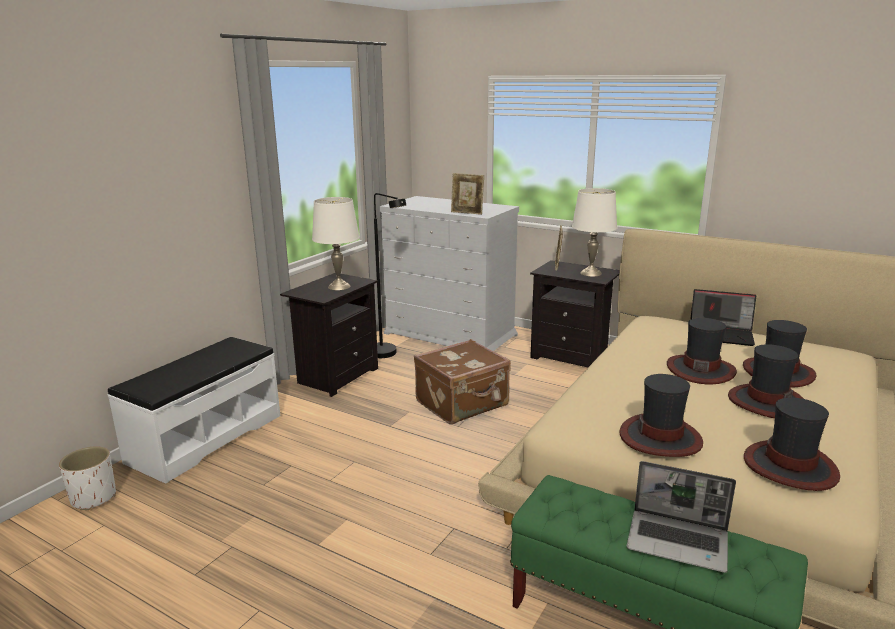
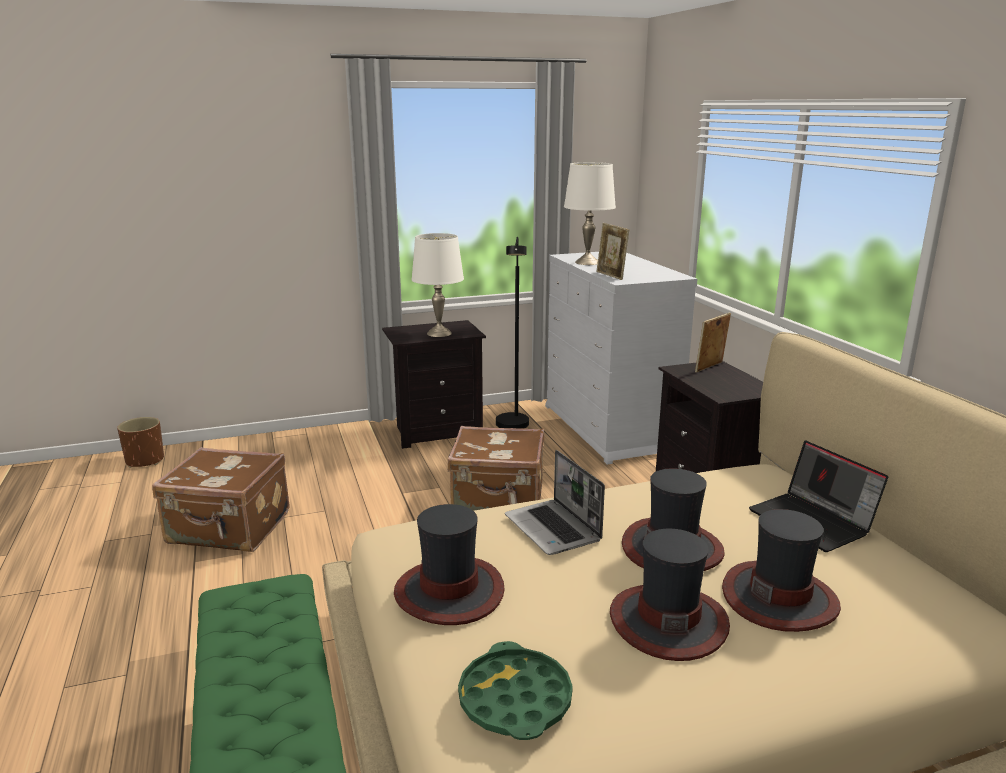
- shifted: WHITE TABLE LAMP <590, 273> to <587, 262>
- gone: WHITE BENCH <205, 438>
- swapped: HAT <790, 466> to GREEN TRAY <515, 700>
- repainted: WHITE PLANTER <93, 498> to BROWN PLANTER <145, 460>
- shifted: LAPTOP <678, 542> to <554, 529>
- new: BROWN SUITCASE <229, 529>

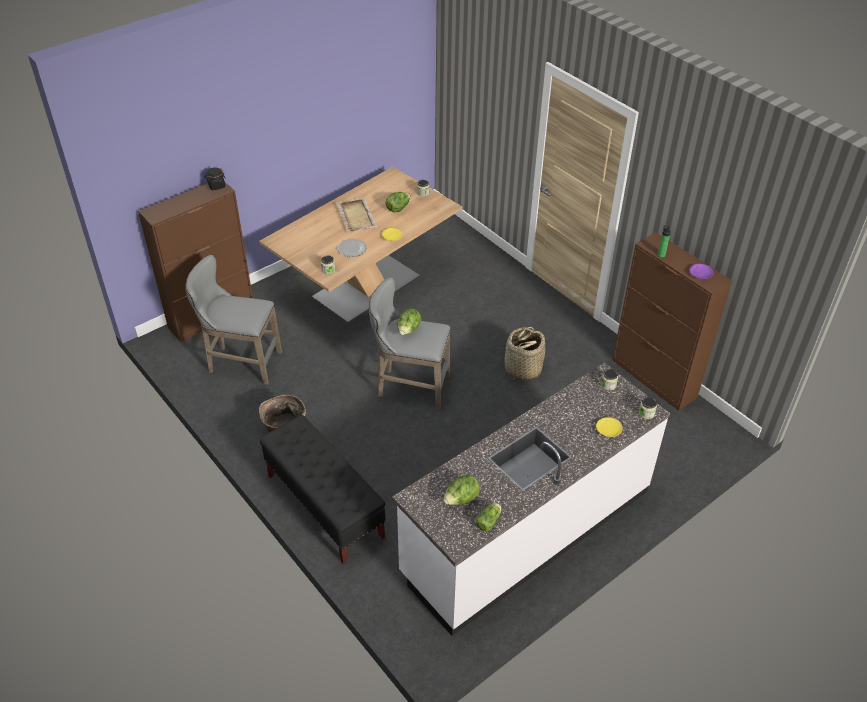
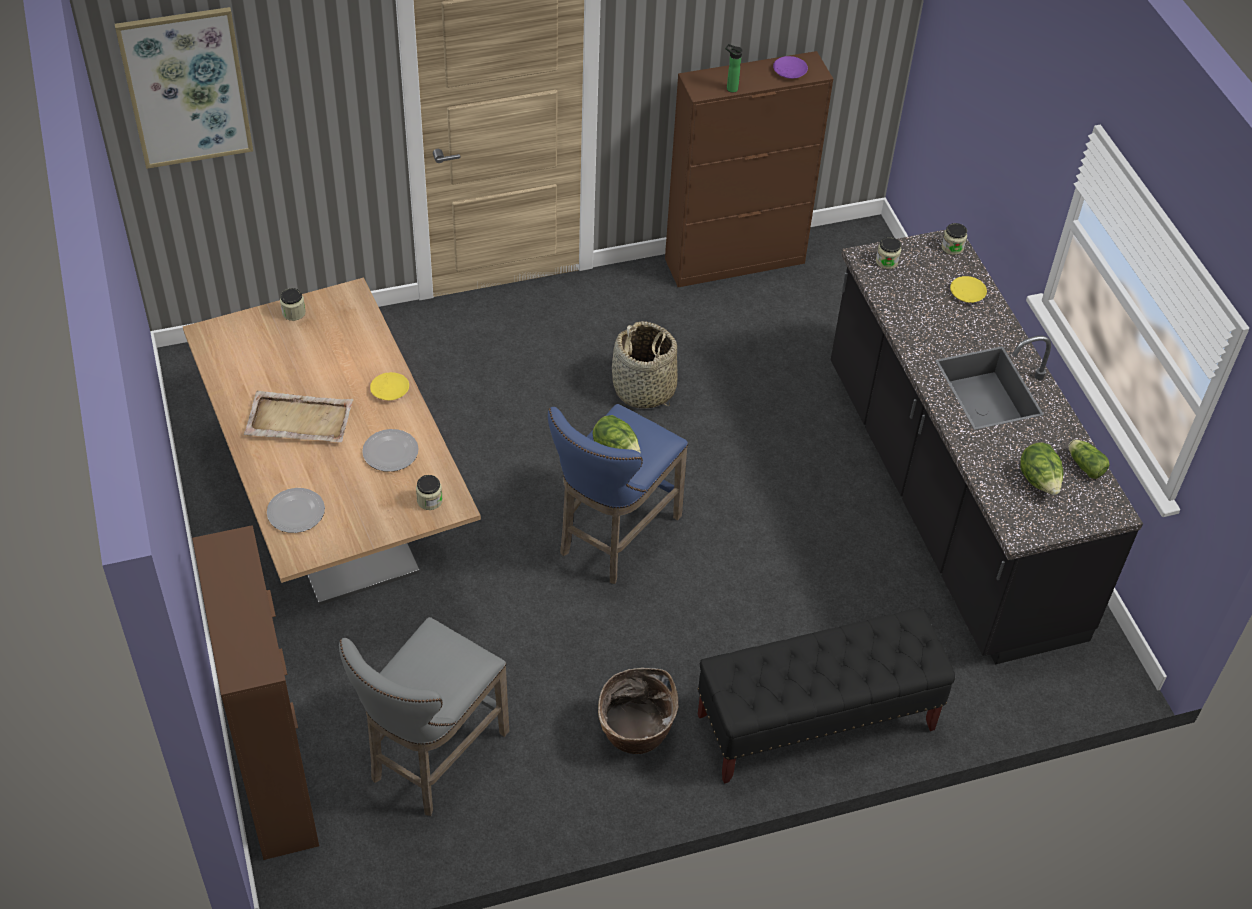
- gone: BLACK JAR <216, 186>
- gone: LETTUCE <398, 208>
- repainted: GREY STOOL <409, 386> to BLUE STOOL <613, 537>
- repainted: WHITE COUNTER <526, 531> to BLACK COUNTER <948, 500>
- new: PICTURE <186, 87>
- new: PLATE <295, 512>

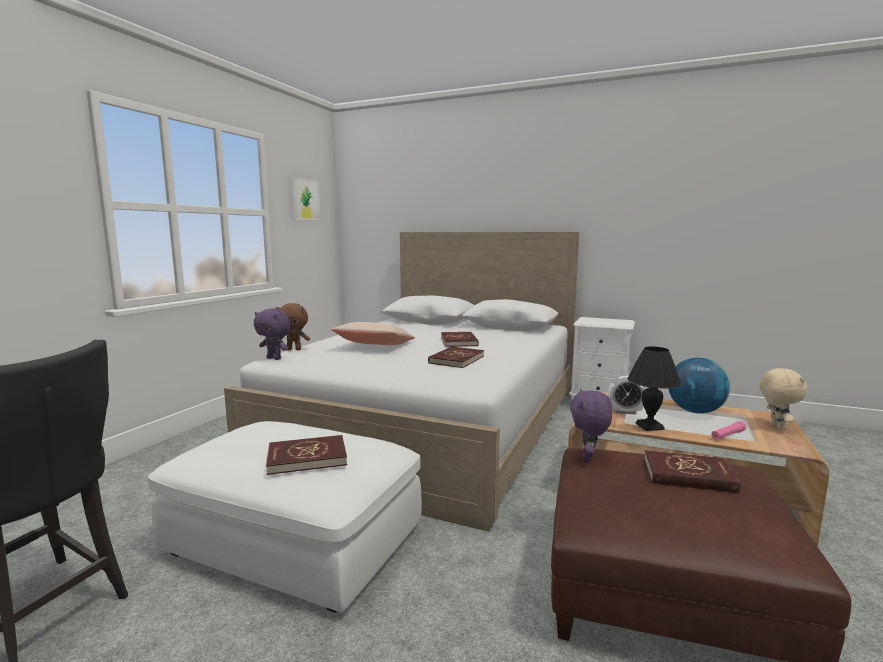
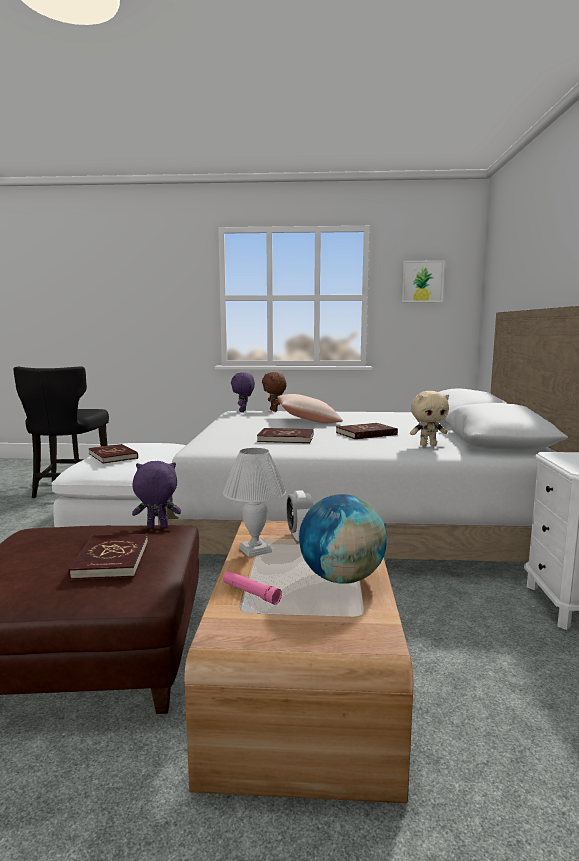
- repainted: BLACK TABLE LAMP <649, 426> to WHITE TABLE LAMP <255, 549>
- shifted: BEIGE PLUSH TOY <776, 426> to <428, 445>

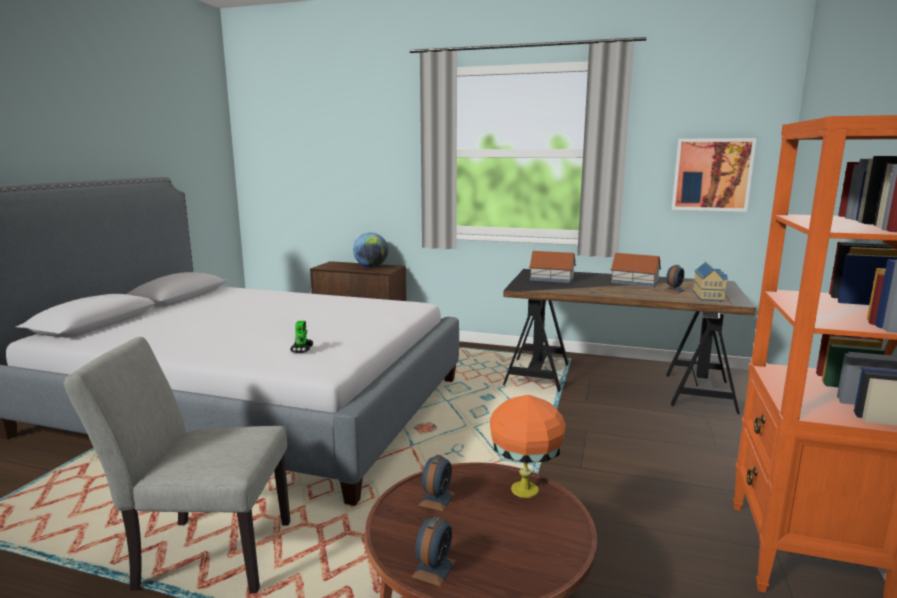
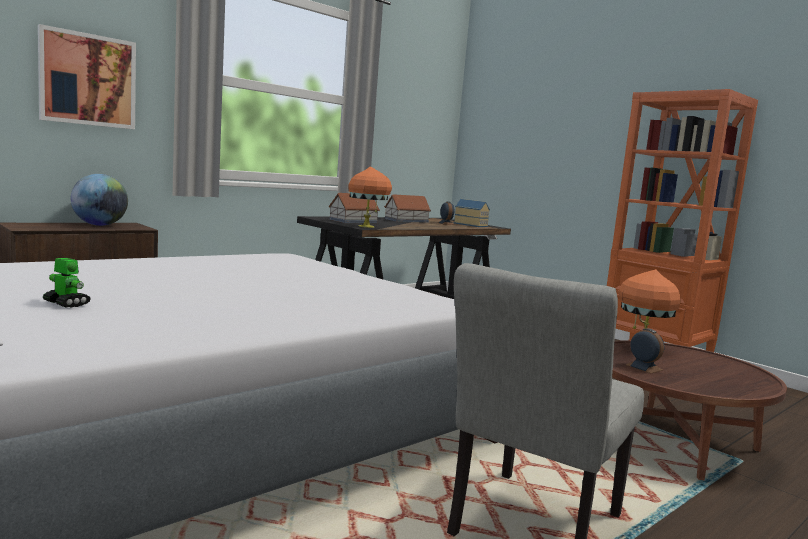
- shifted: PICTURE <712, 174> to <88, 80>
- shifted: TOY ROBOT <302, 349> to <66, 304>
- gone: ALARM CLOCK <434, 568>
- new: ORANGE TABLE LAMP <367, 226>

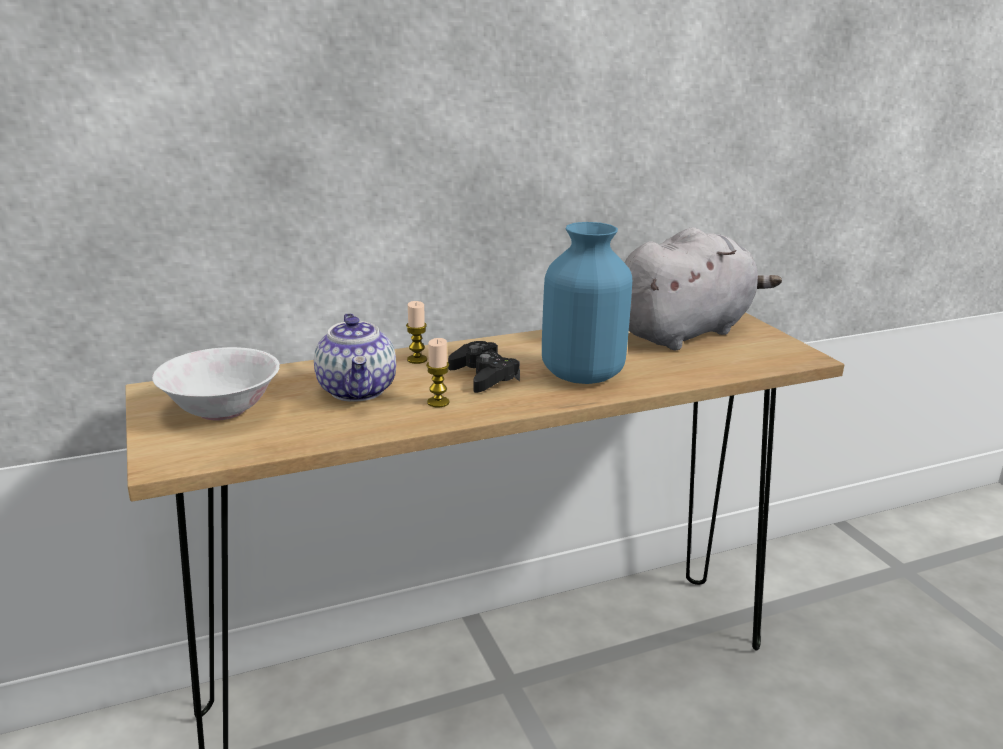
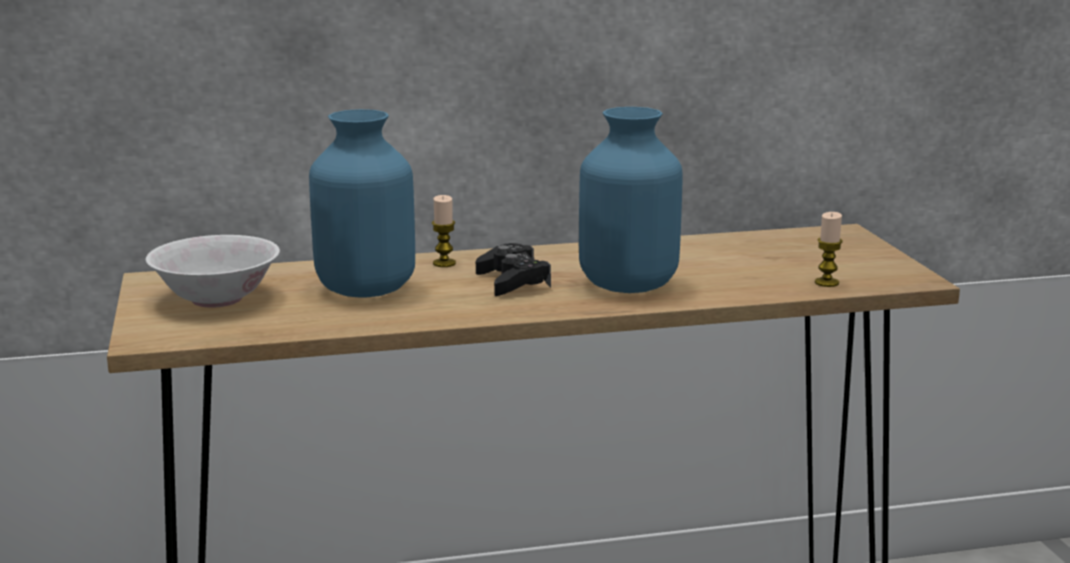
- gone: GREY PLUSH TOY <684, 332>
- swapped: TEAPOT <358, 390> to BLUE VASE <367, 288>
- shifted: CANDLE <438, 402> to <826, 283>

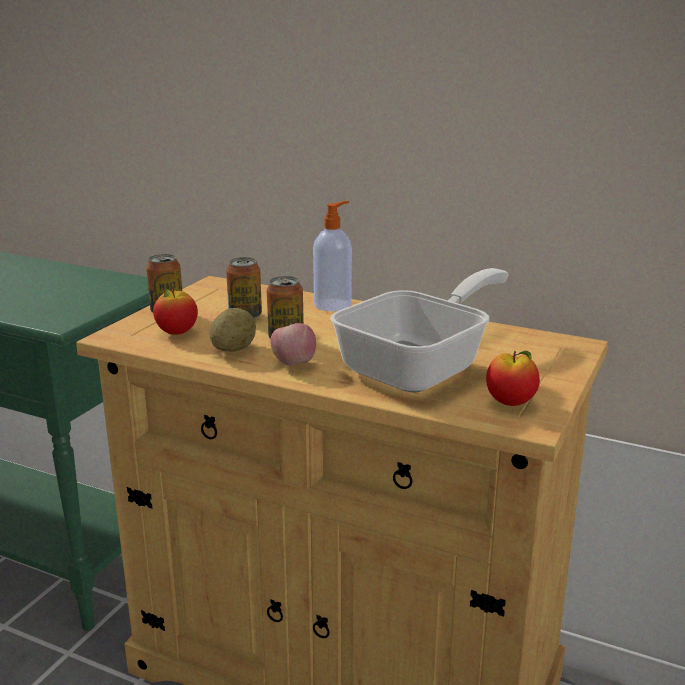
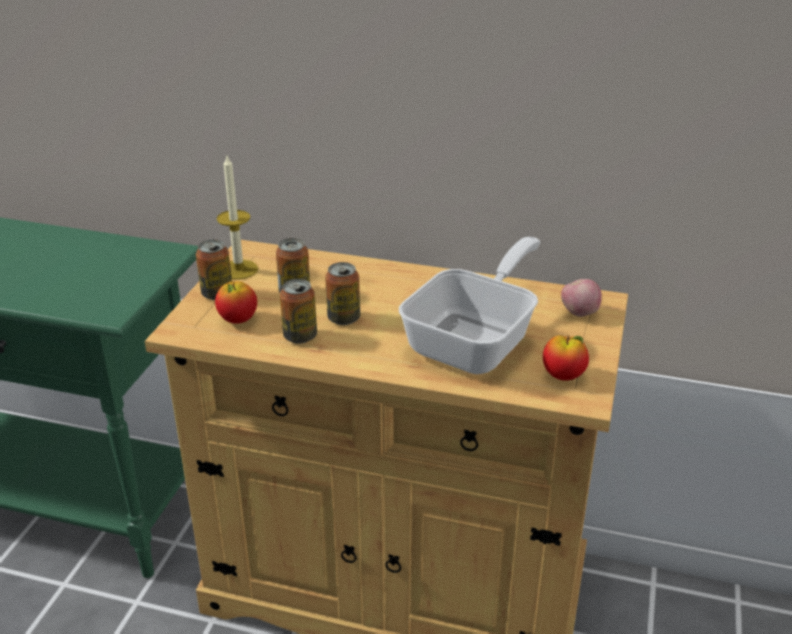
- gone: SOAP DISPENSER <333, 305>
- swapped: POTATO <233, 349> to CAN <300, 336>
- shifted: APPLE <293, 364> to <579, 313>
- new: CANDLE <239, 269>

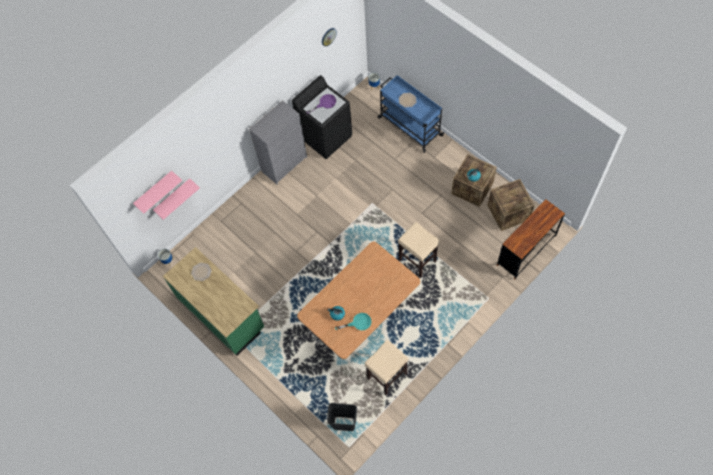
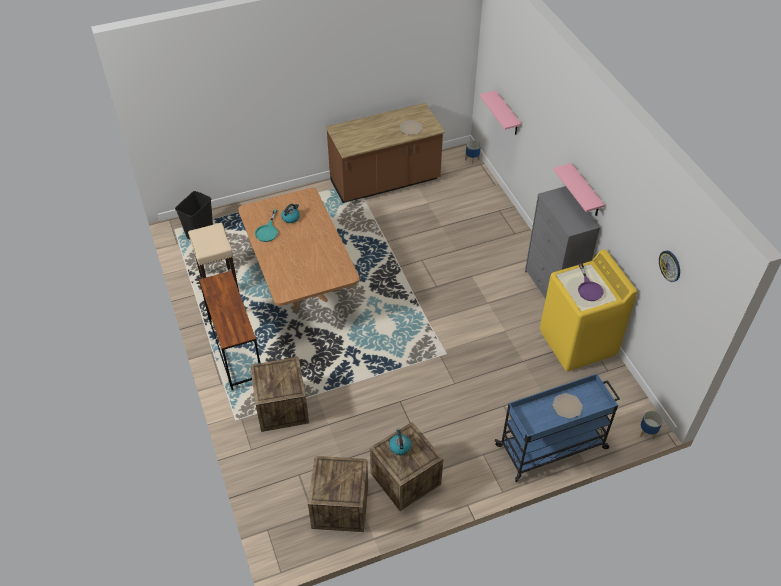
- repainted: BLACK WASHING MACHINE <326, 136> to YELLOW WASHING MACHINE <577, 343>
- shifted: PINK SHELF <154, 190> to <586, 191>
- shifted: BROWN DESK <526, 250> to <236, 351>
- gone: BEIGE STOOL <417, 261>
- repainted: GREEN COUNTER <222, 313> to BROWN COUNTER <385, 182>
- new: CRATE <282, 407>

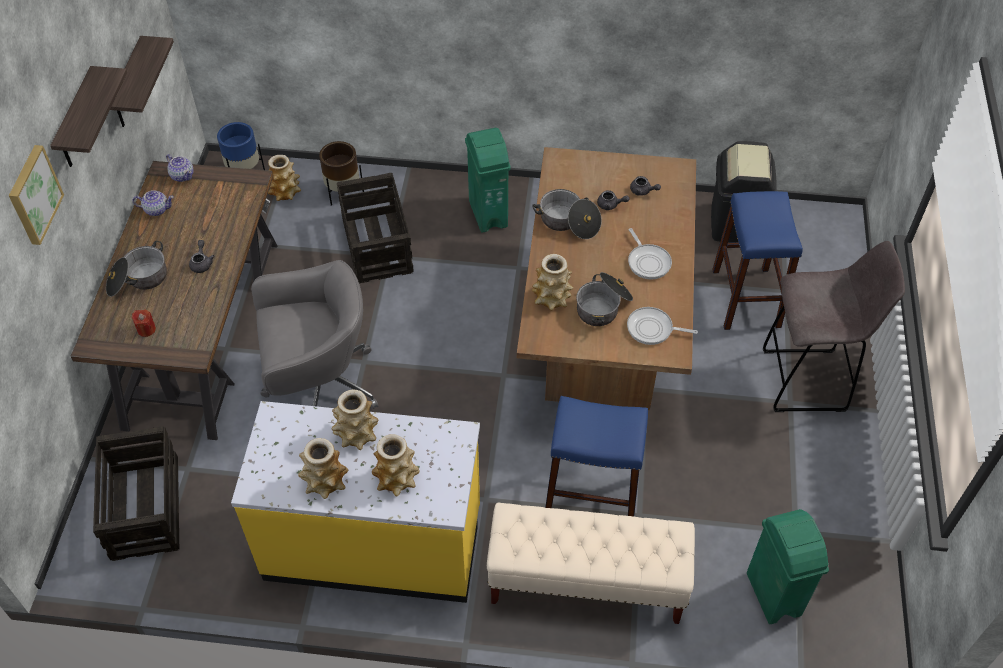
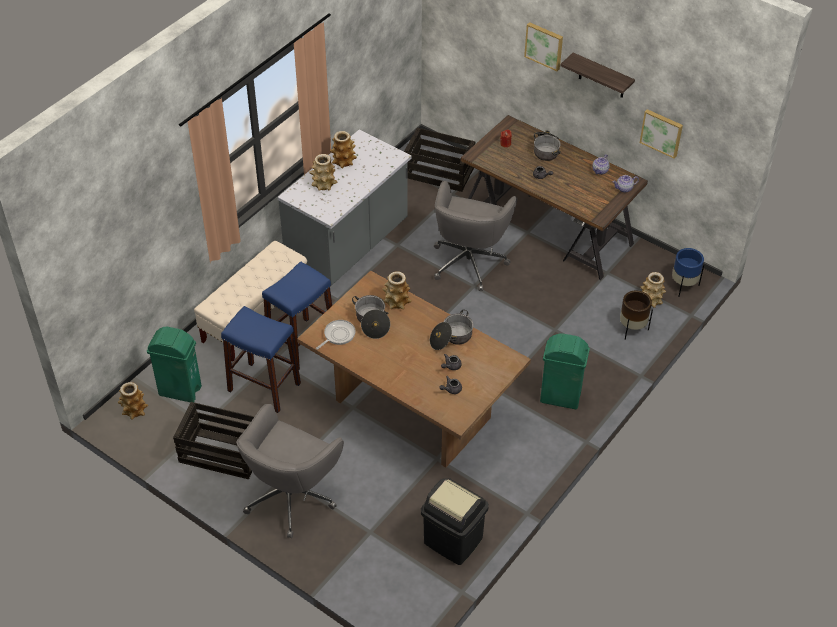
- swapped: SHELF <129, 85> to PICTURE <662, 132>
- shifted: CRATE <377, 245> to <221, 453>
- shifted: BLUE STOOL <746, 298> to <264, 387>
- gone: FRYING PAN <648, 262>
- swapped: GREY STOOL <807, 381> to GREY OFFICE CHAIR <292, 496>
- shifted: VASE <357, 434> to <134, 410>
- repainted: YELLOW COUNTER <374, 543> to GREY COUNTER <348, 246>

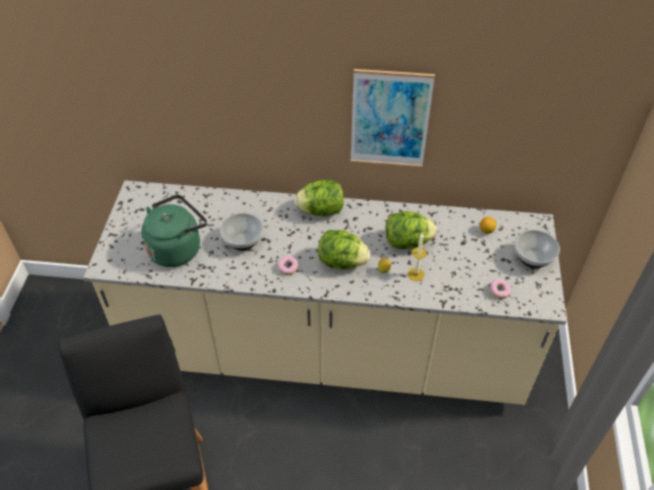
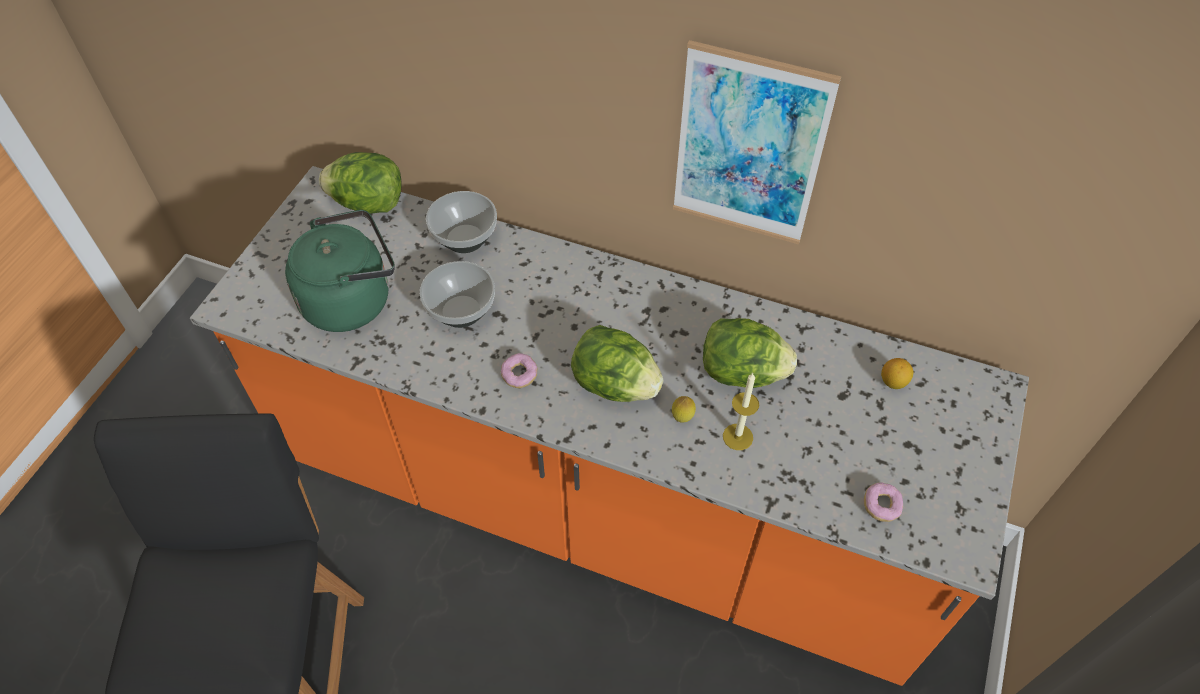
- shifted: LETTUCE <321, 210> to <368, 204>
- repainted: BEIGE COUNTER <327, 352> to ORANGE COUNTER <600, 504>
- shifted: BOWL <532, 260> to <464, 240>

